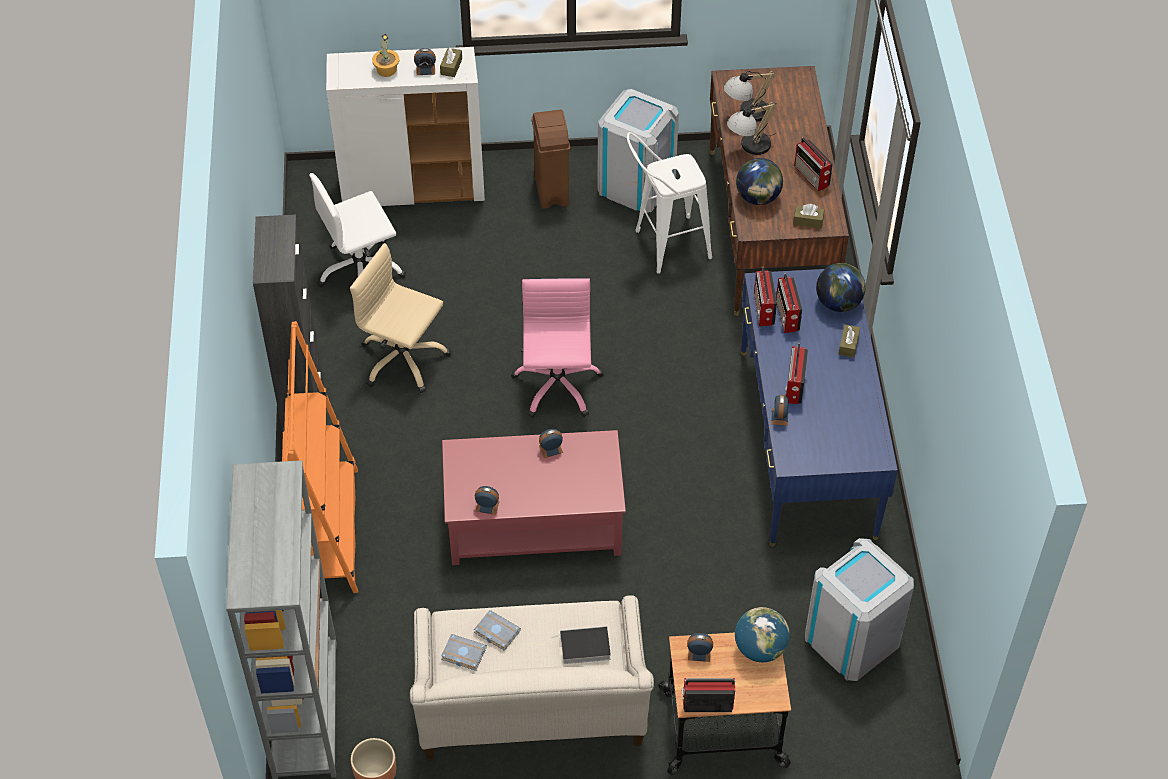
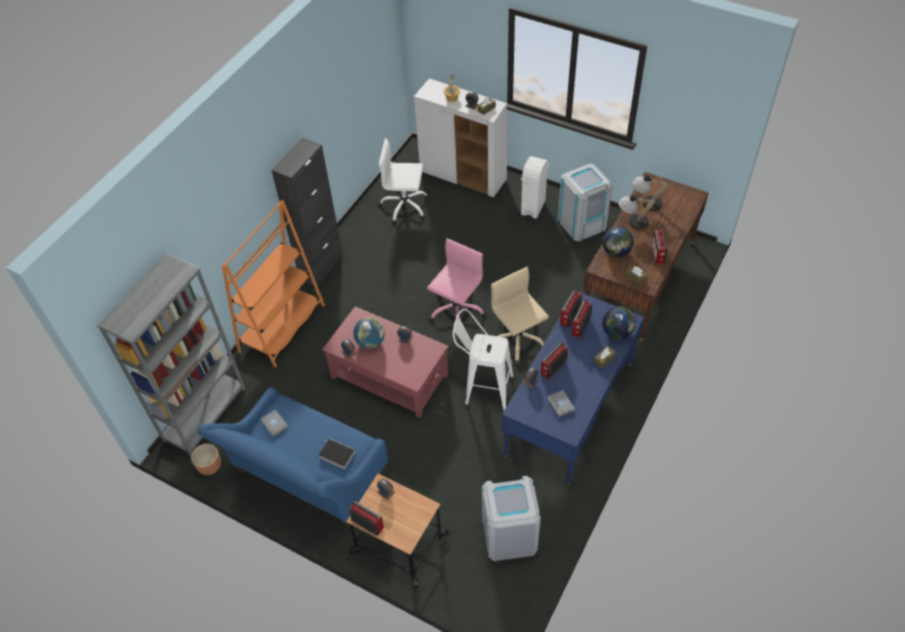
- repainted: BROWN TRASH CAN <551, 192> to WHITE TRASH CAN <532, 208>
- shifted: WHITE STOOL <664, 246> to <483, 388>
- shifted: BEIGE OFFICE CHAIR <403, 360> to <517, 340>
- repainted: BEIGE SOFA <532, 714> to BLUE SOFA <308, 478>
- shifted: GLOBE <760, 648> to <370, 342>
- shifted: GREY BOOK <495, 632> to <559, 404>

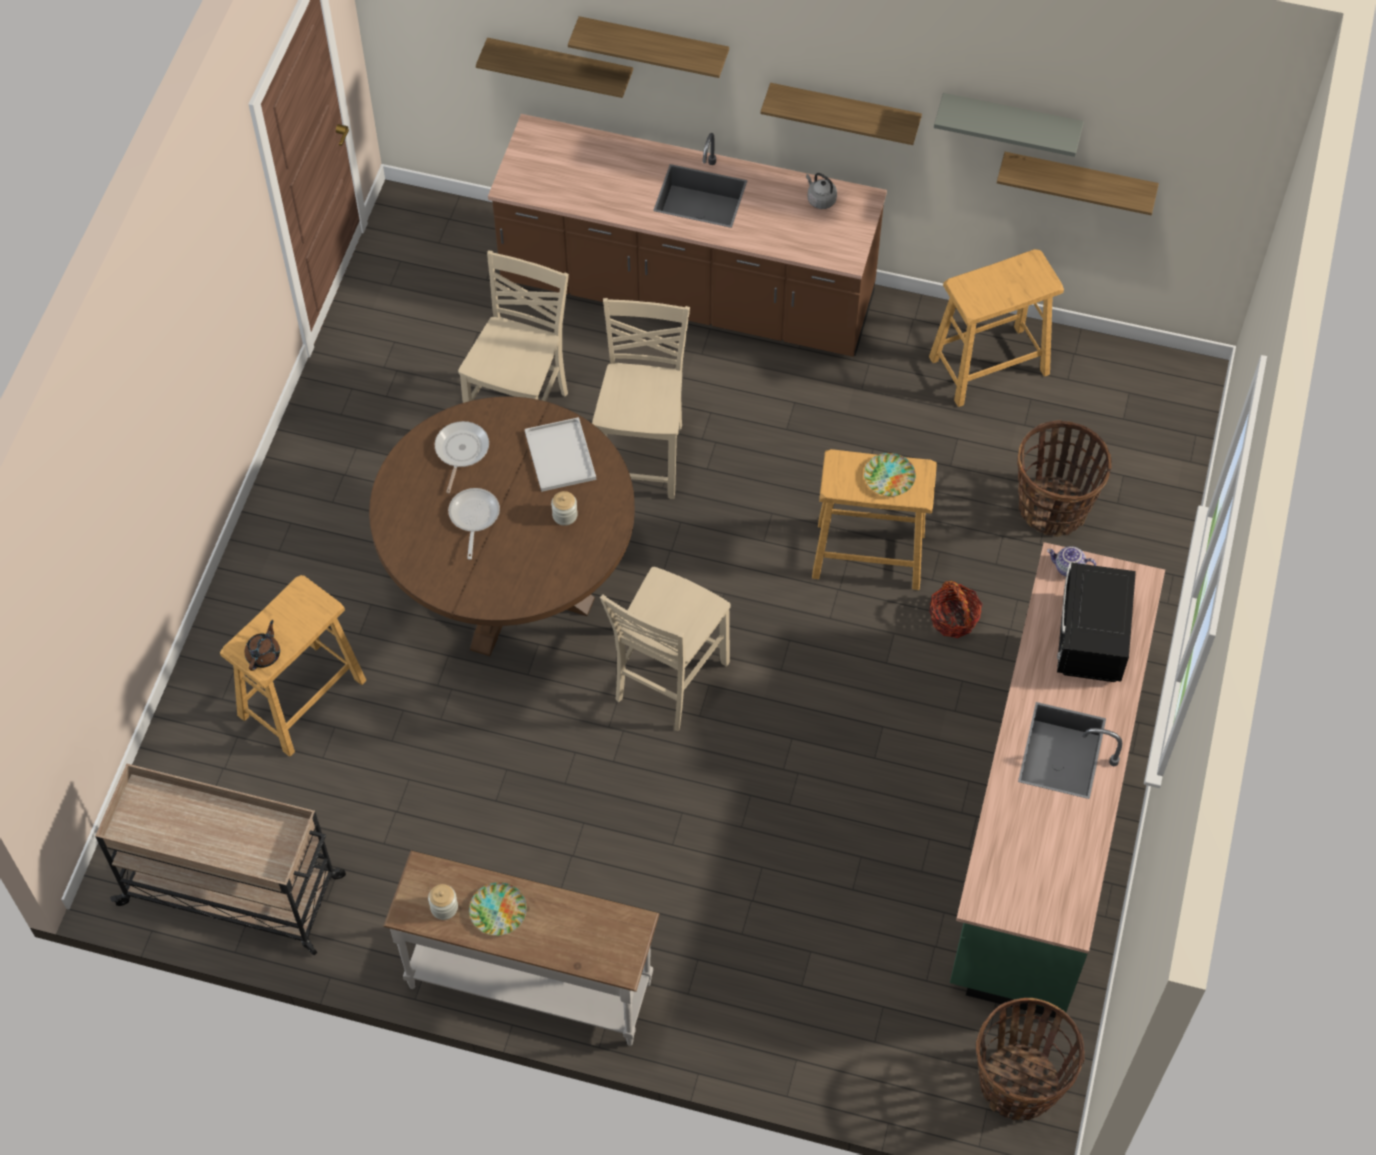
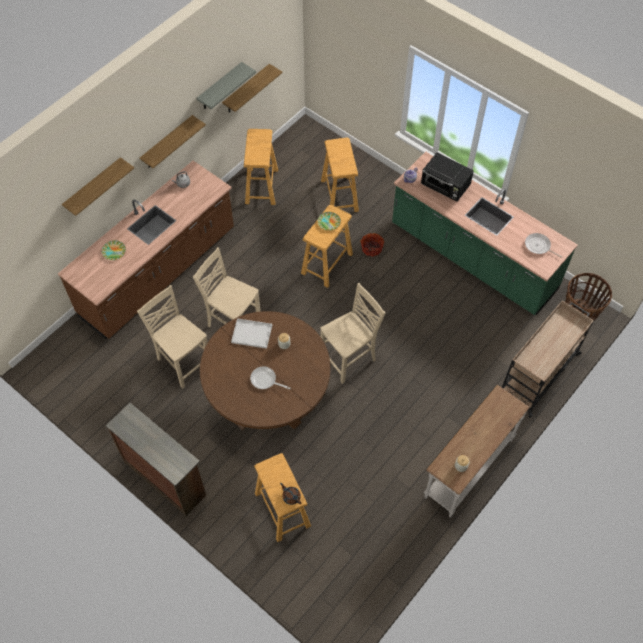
- gone: SHELF <560, 67>
- swapped: BASKET <1053, 508> to BEIGE STOOL <339, 195>
- shifted: FRYING PAN <461, 451> to <538, 246>
- rotated: BEIGE CHAIR <668, 682> = <349, 359> 90 degrees counterclockwise
- shifted: BEIGE CART <234, 890> to <539, 373>
- shifted: PLATE <497, 911> to <114, 251>
- new: BROWN DRESSER <165, 477>

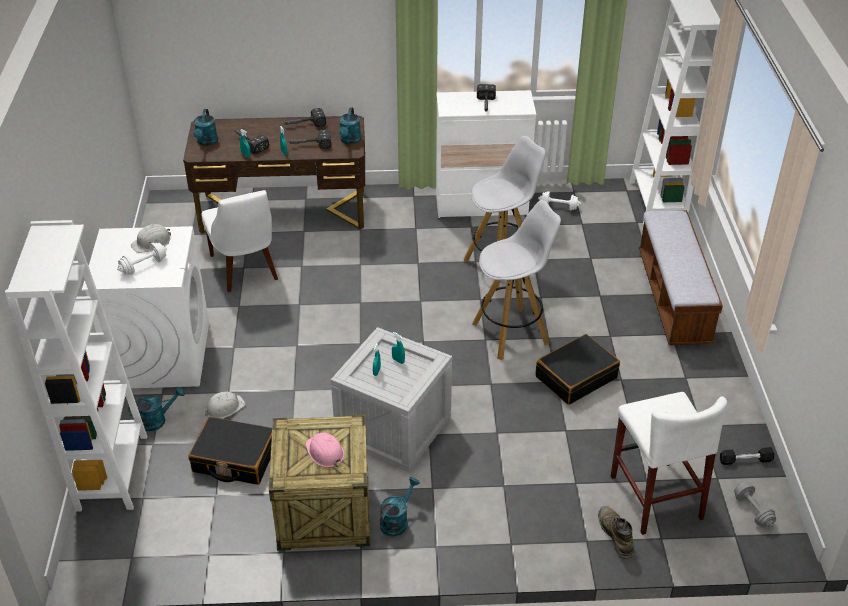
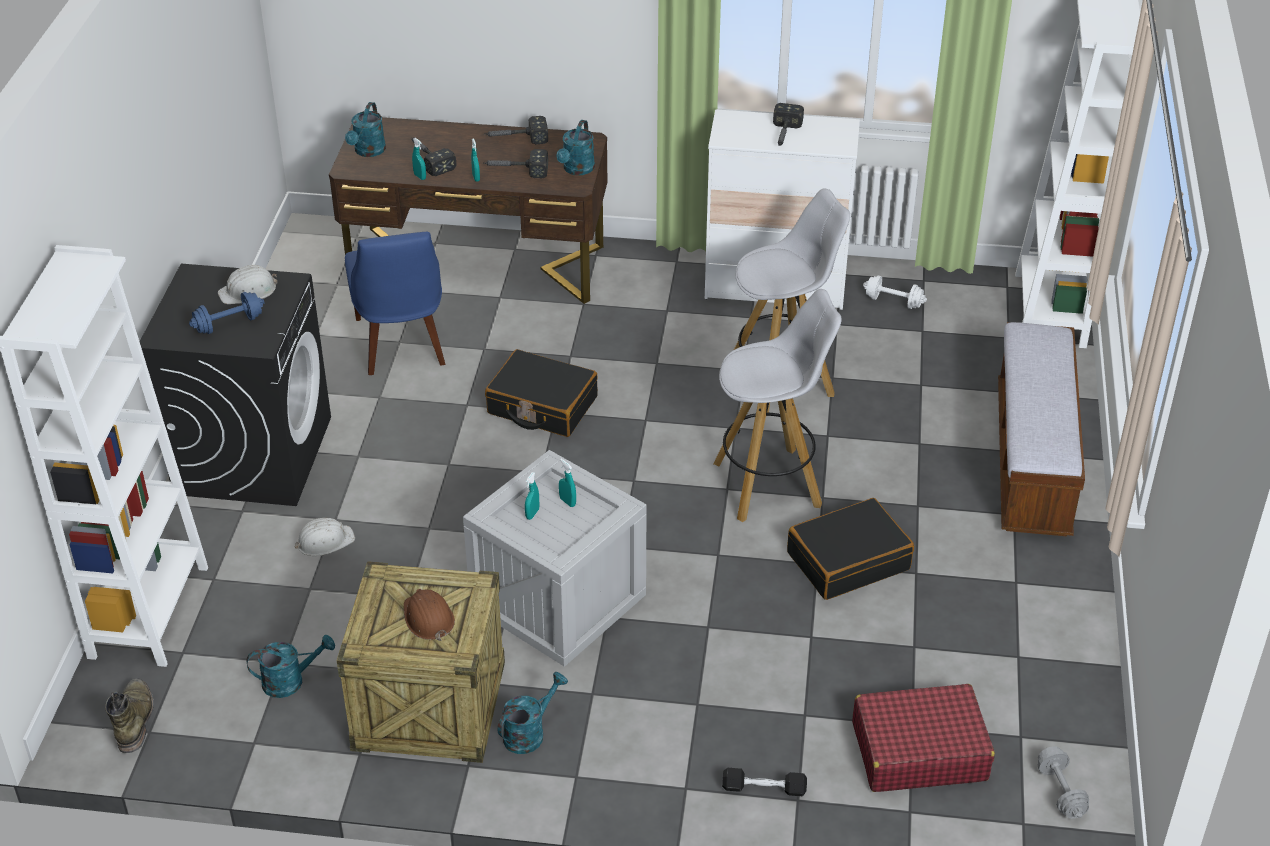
- repainted: WHITE CHAIR <245, 269> to BLUE CHAIR <401, 345>
- repainted: WHITE WASHING MACHINE <161, 355> to BLACK WASHING MACHINE <253, 455>
- repainted: WHITE DUMBBELL <143, 266> to BLUE DUMBBELL <229, 324>
- shifted: TURQUOISE WATERING CAN <157, 420> to <290, 681>
- swapped: WHITE STOOL <655, 497> to RED SUITCASE <918, 751>
- shifted: BLACK SUITCASE <234, 459> to <542, 406>
- repainted: PINK HARD HAT <325, 452> to BROWN HARD HAT <428, 618>
- shifted: BLACK DUMBBELL <745, 460> to <764, 788>
- shifted: GREEN BOOT <615, 534> to <134, 719>

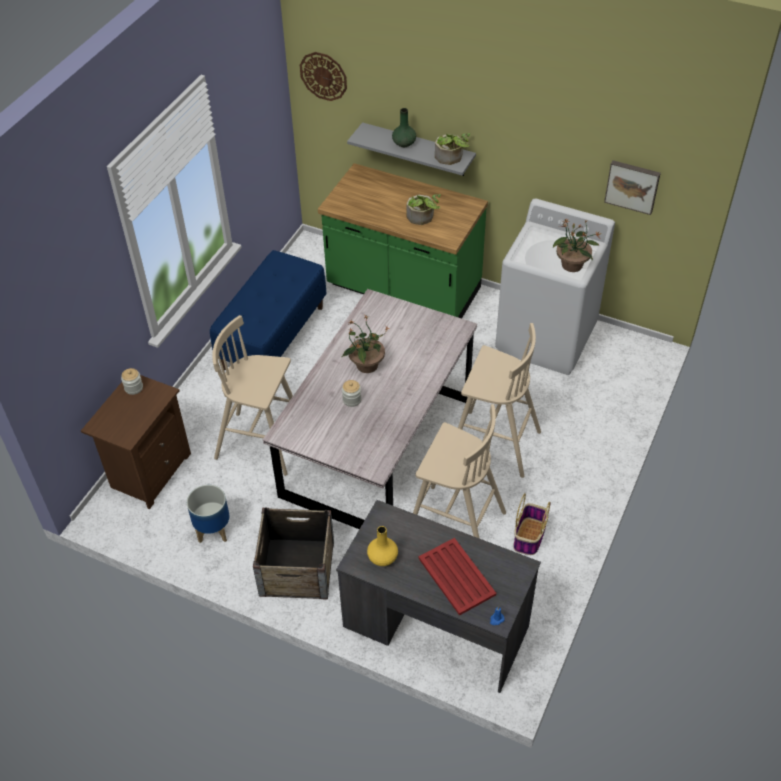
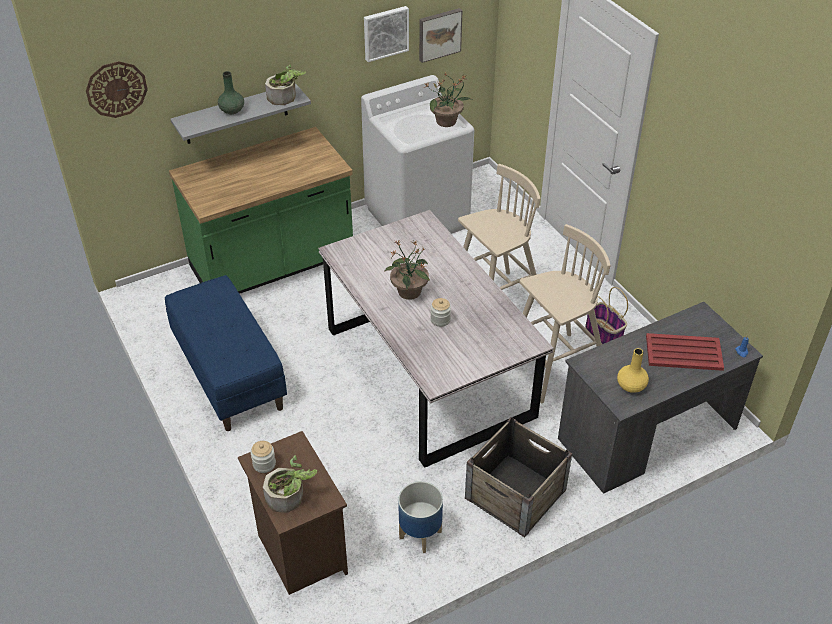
- shifted: POTTED PLANT <422, 218> to <290, 497>
- gone: BEIGE STOOL <263, 444>
- new: PICTURE <385, 33>

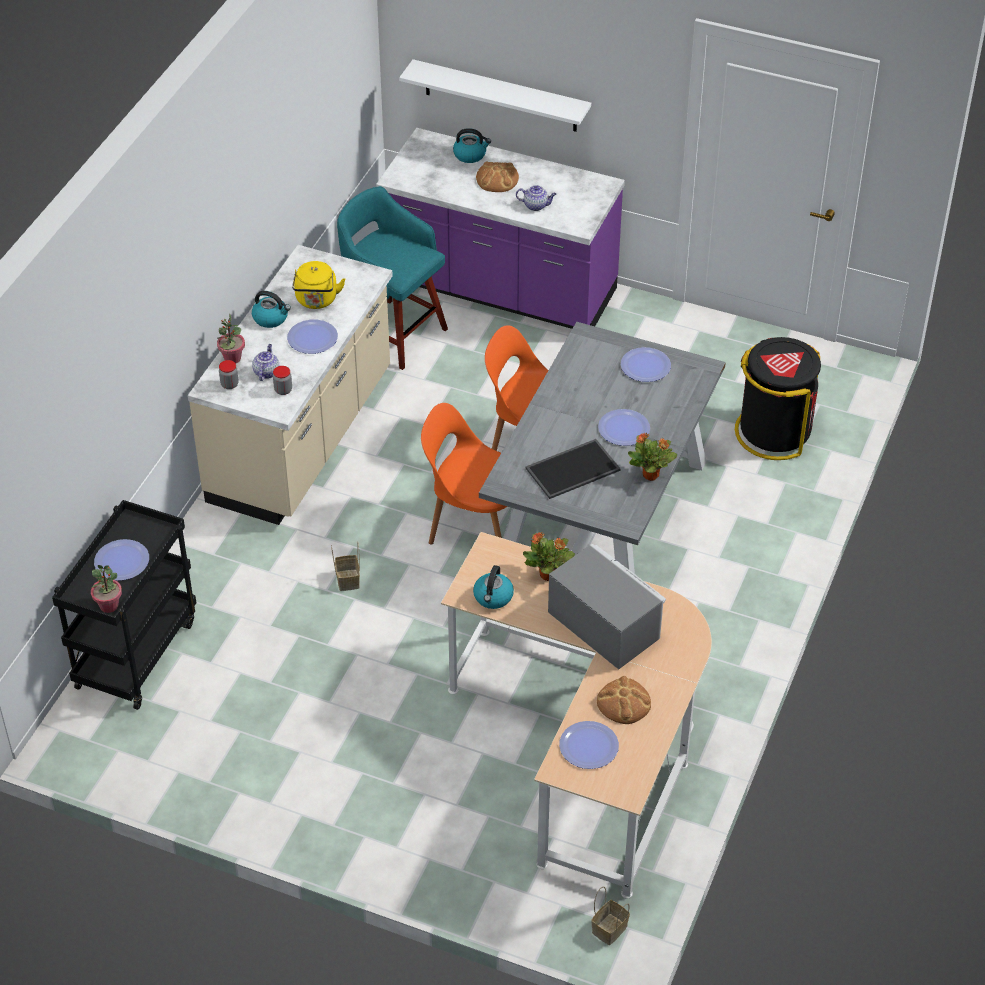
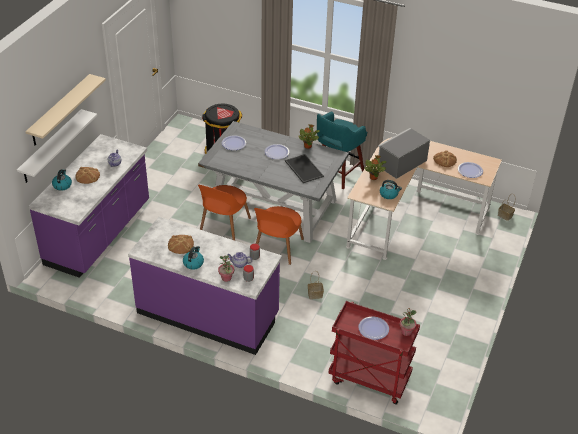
- shifted: TURQUOISE STOOL <393, 332> to <337, 173>
- repainted: BEIGE COUNTER <302, 438> to PURPLE COUNTER <208, 314>
- swapped: YELLOW KETTLE <316, 301> to BREAD <181, 245>
- gone: PLATE <312, 338>
- repainted: BLACK CART <136, 652> to RED CART <368, 379>
- new: BEIGE SHELF <60, 110>

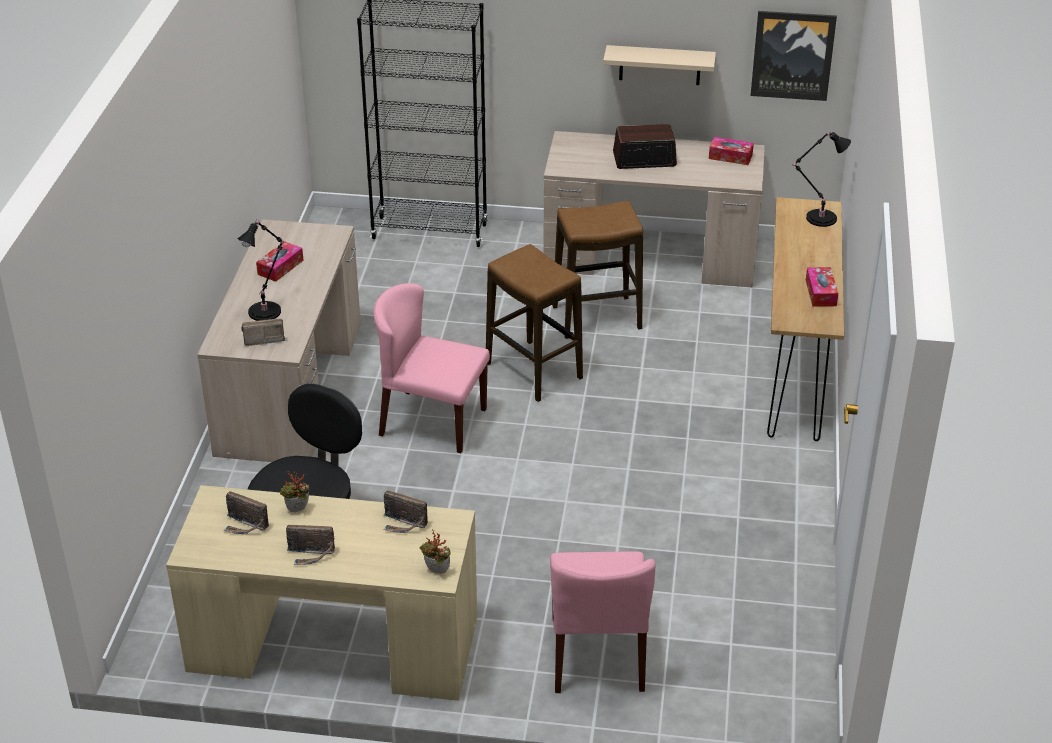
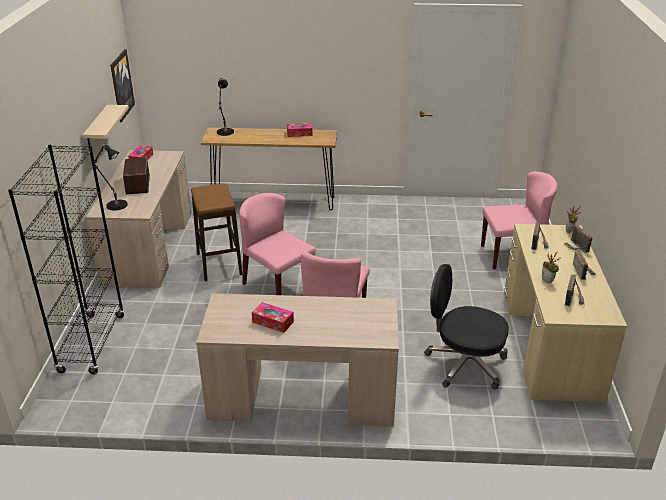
- shifted: BLACK TABLE LAMP <266, 310> to <115, 204>
- swapped: STOOL <534, 371> to PINK CHAIR <277, 285>
- shifted: RADIO <262, 339> to <576, 247>

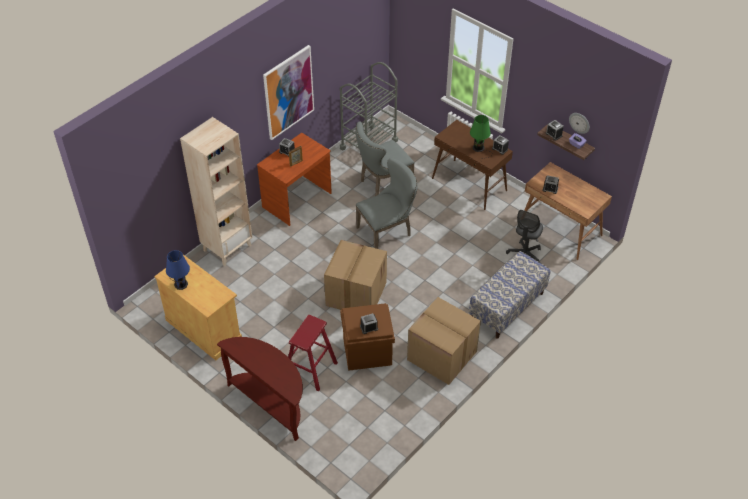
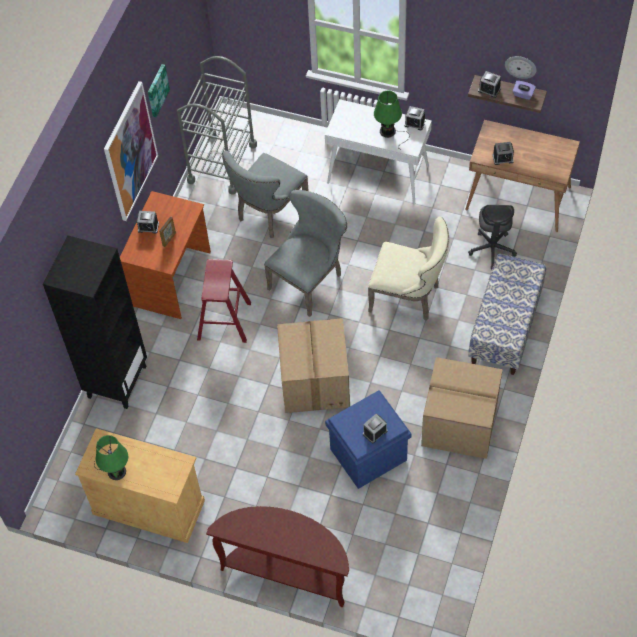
- repainted: BEIGE BOOKCASE <227, 247> to BLACK BOOKCASE <117, 381>
- repainted: BROWN CONSOLE TABLE <469, 184> to WHITE CONSOLE TABLE <378, 175>
- repainted: BLUE TABLE LAMP <180, 283> to GREEN TABLE LAMP <115, 470>
- repainted: BROWN STORAGE BOX <366, 352> to BLUE STORAGE BOX <368, 455>
- shifted: RED STOOL <310, 369> to <224, 321>
- new: PICTURE <157, 90>
- new: BEIGE CHAIR <409, 297>

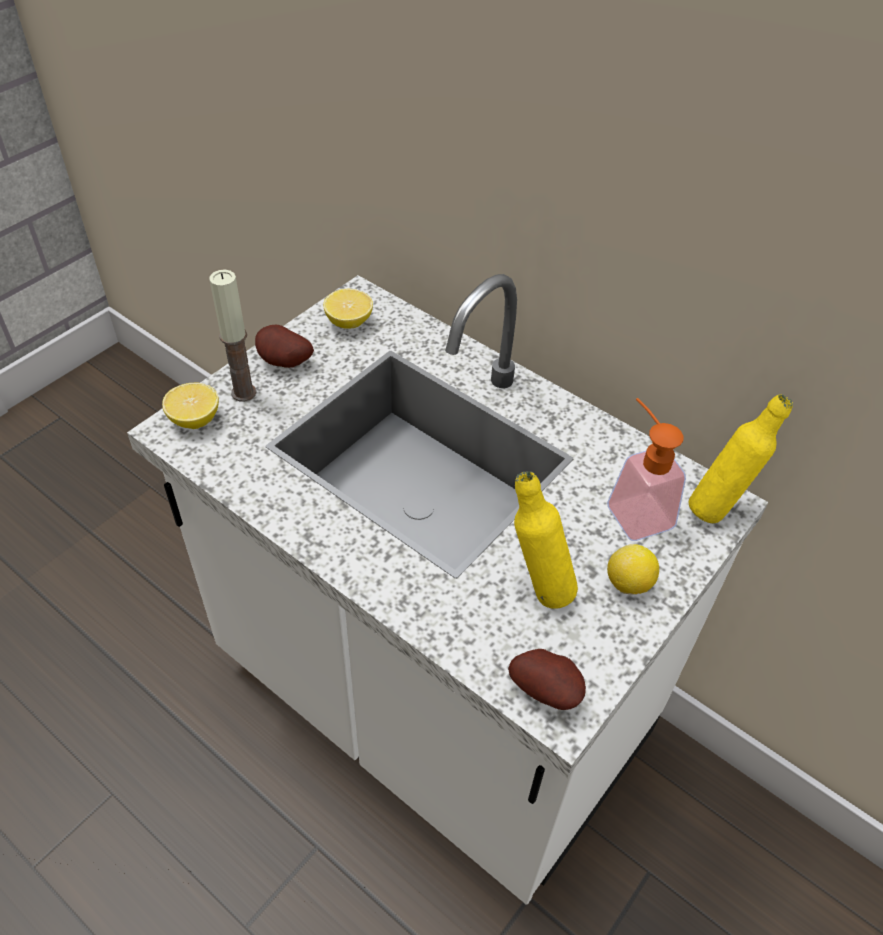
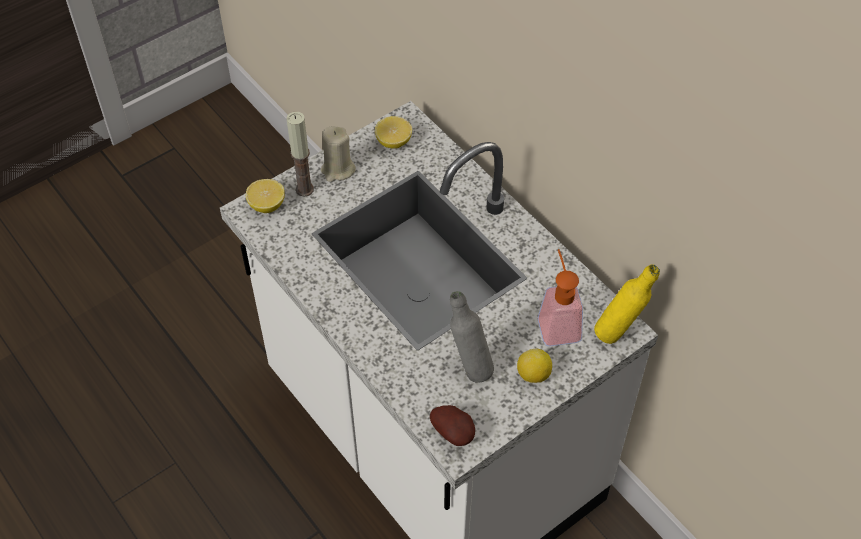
- swapped: POTATO <283, 363> to BEIGE CANDLE <337, 169>
- repainted: YELLOW BOTTLE <537, 588> to GREY BOTTLE <469, 367>

